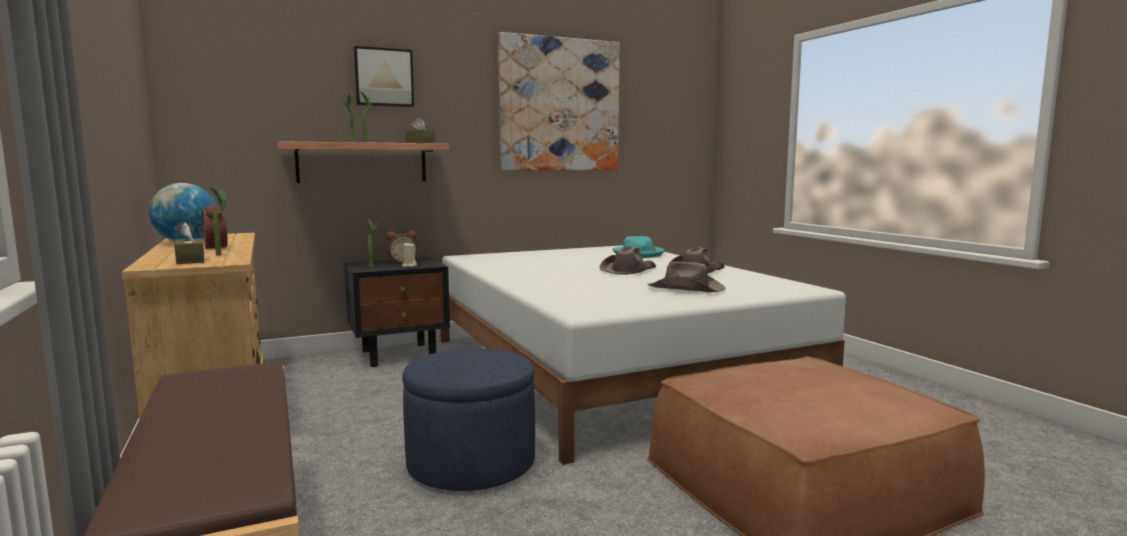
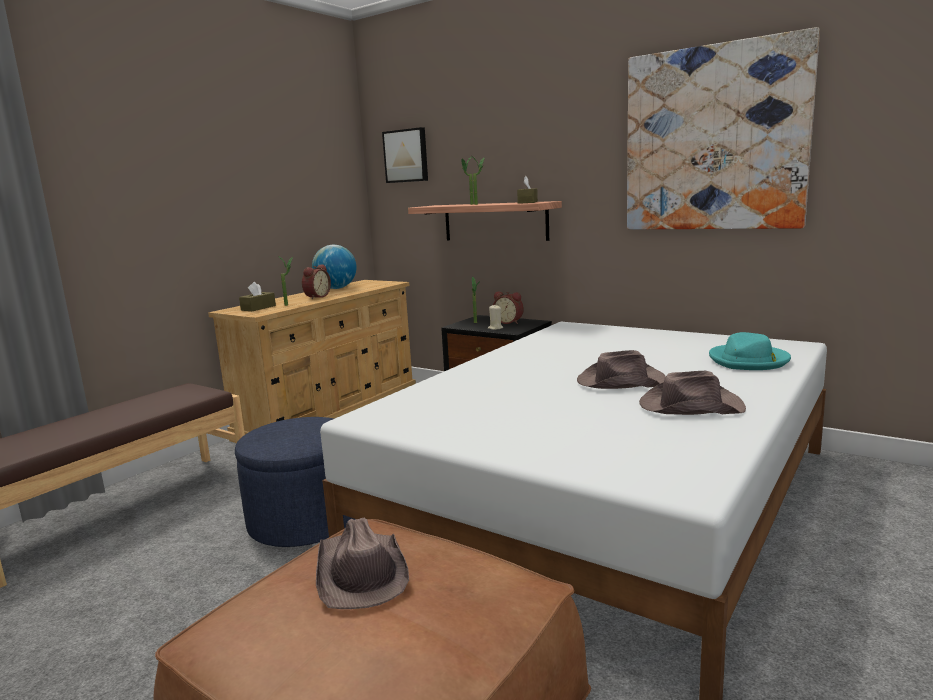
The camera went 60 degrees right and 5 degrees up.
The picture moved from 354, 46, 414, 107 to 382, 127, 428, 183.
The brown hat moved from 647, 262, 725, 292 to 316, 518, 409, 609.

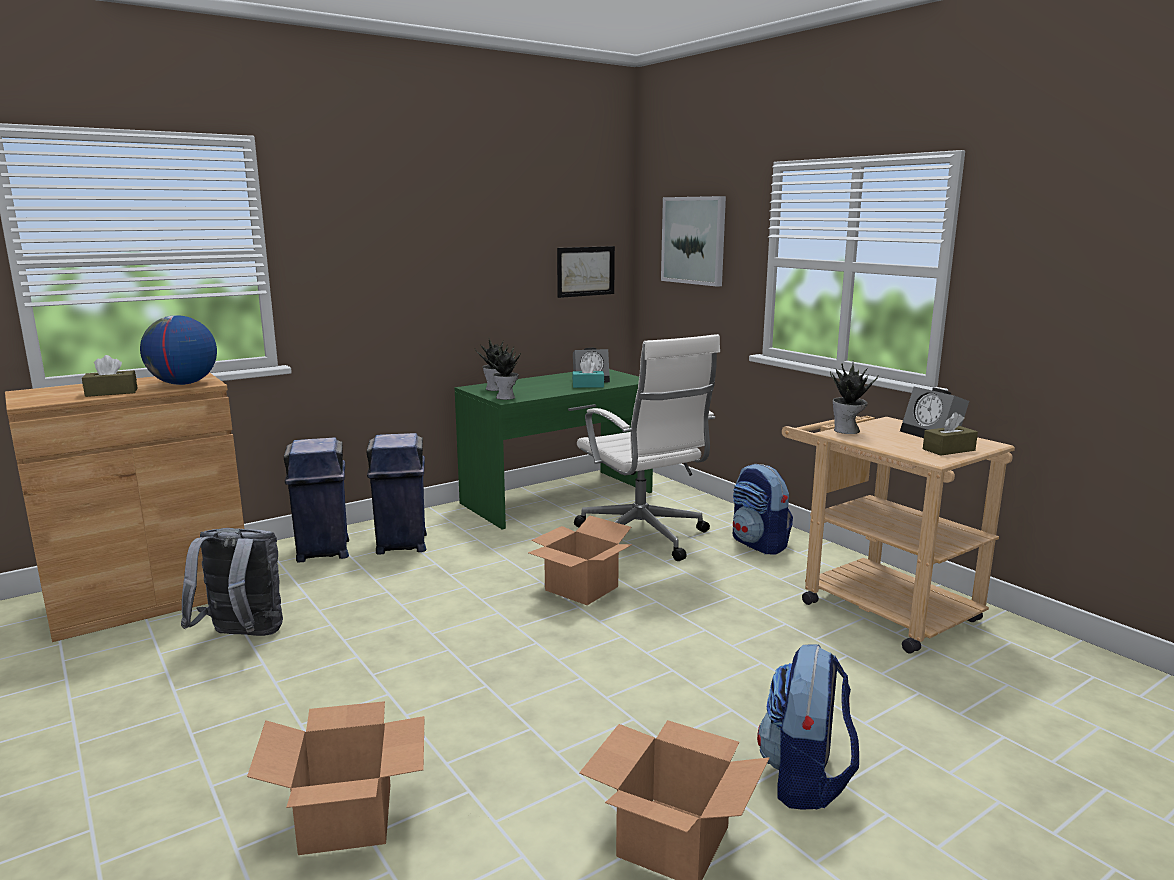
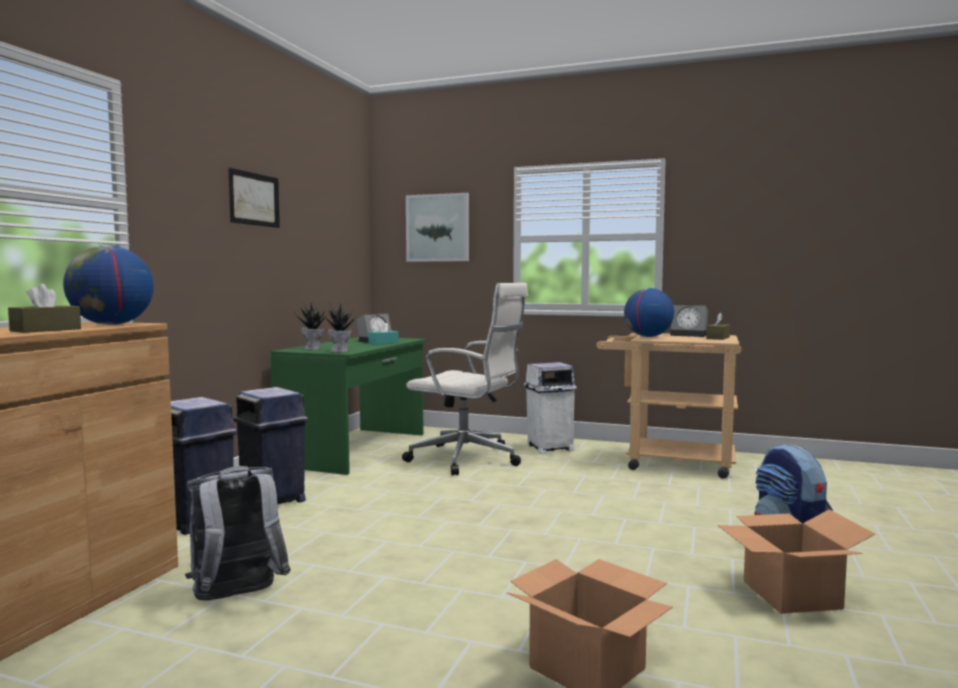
The camera went 35 degrees left and 10 degrees down.
The picture moved from 557, 246, 615, 298 to 228, 168, 280, 228.
The potted plant at 830, 362, 878, 434 was replaced by the globe at 624, 288, 674, 337.
The backpack at 733, 464, 793, 555 was replaced by the white trash can at 524, 362, 577, 454.
The cardboard box at 528, 515, 633, 605 disappeared.

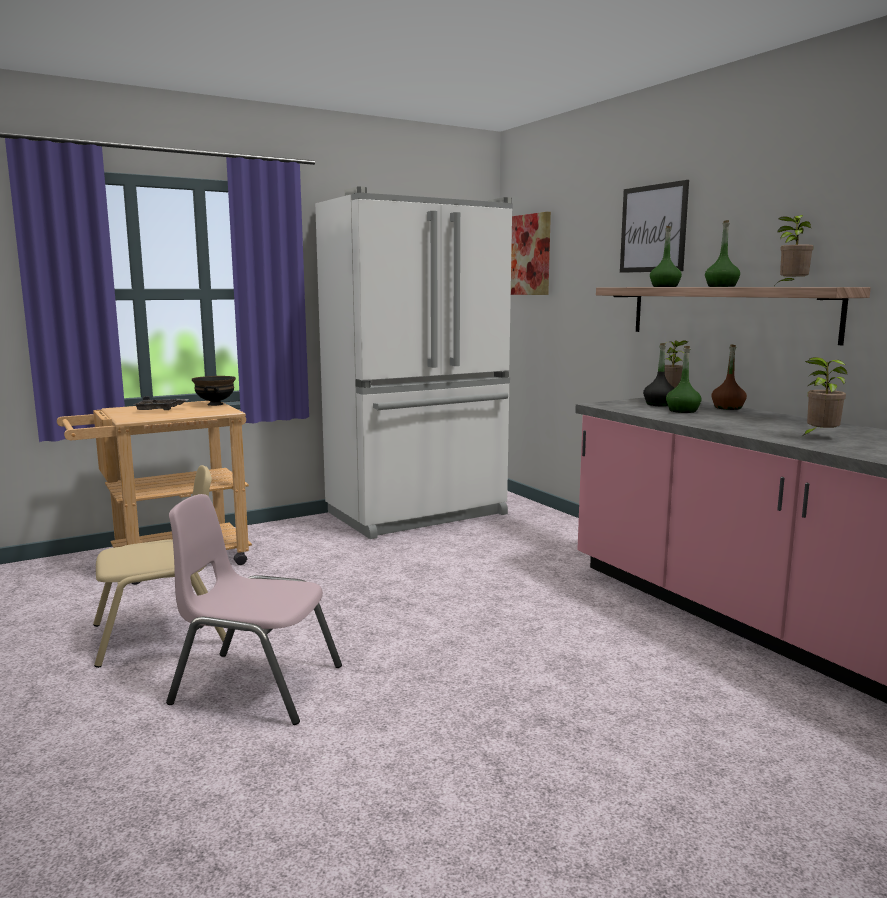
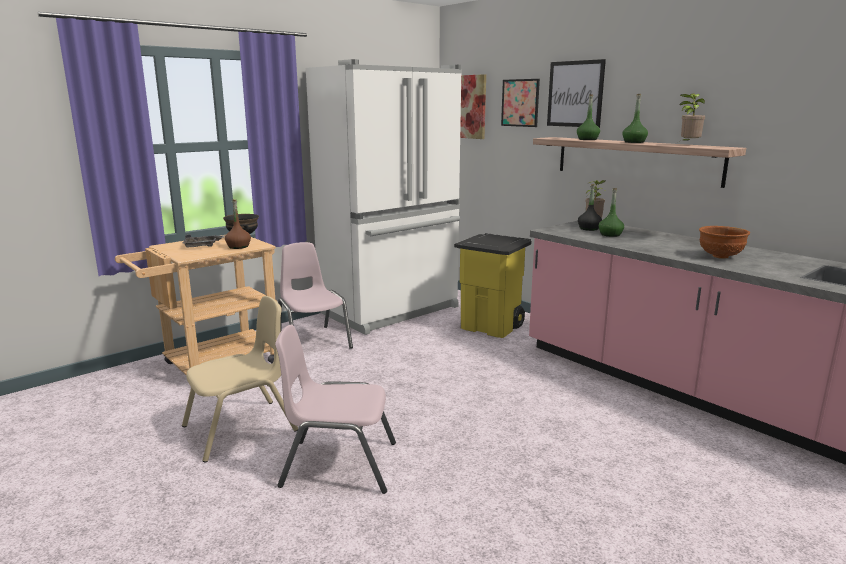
The camera went 10 degrees left and 5 degrees up.
The brown bottle moved from 711, 344, 747, 410 to 225, 199, 251, 249.
The potted plant at 803, 357, 847, 436 was replaced by the brown bowl at 699, 226, 750, 259.
The picture at 501, 79, 540, 127 appeared.
The yellow trash can at 454, 233, 531, 338 appeared.
The pink chair at 278, 242, 353, 349 appeared.

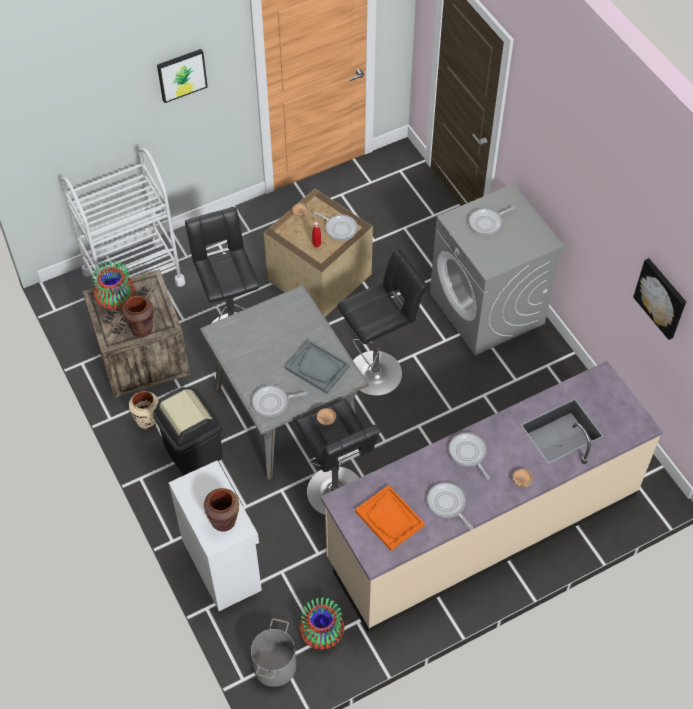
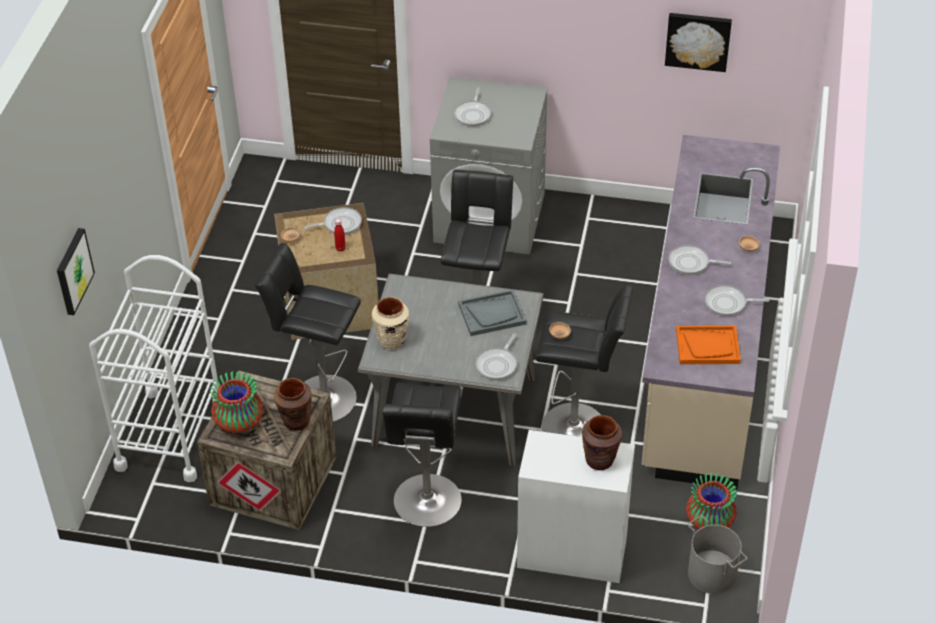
The camera went 50 degrees left and 10 degrees down.
The picture moved from 157, 49, 208, 103 to 57, 228, 95, 315.
The black trash can at 153, 387, 223, 475 was replaced by the black stool at 382, 383, 461, 527.
The beige vase moved from 129, 391, 159, 429 to 371, 297, 409, 350.

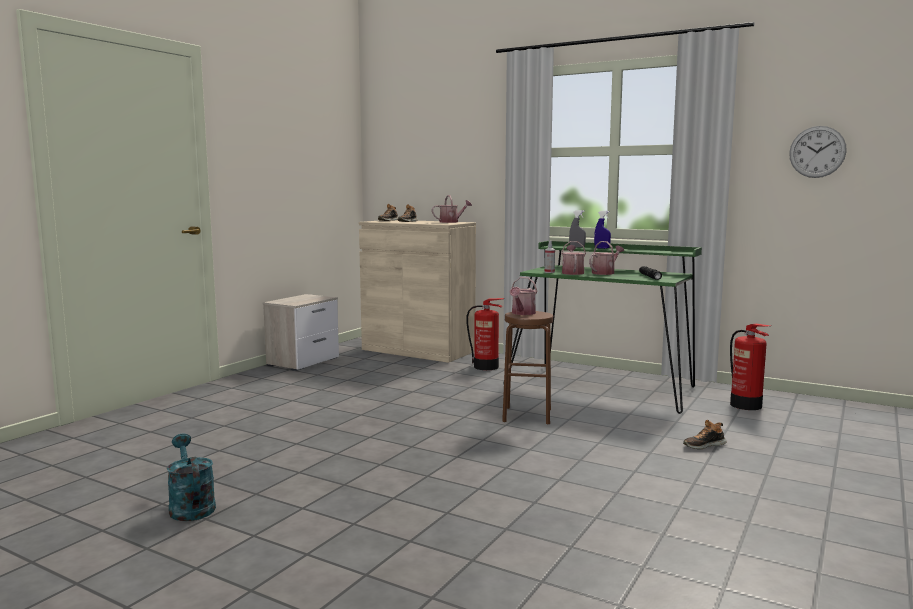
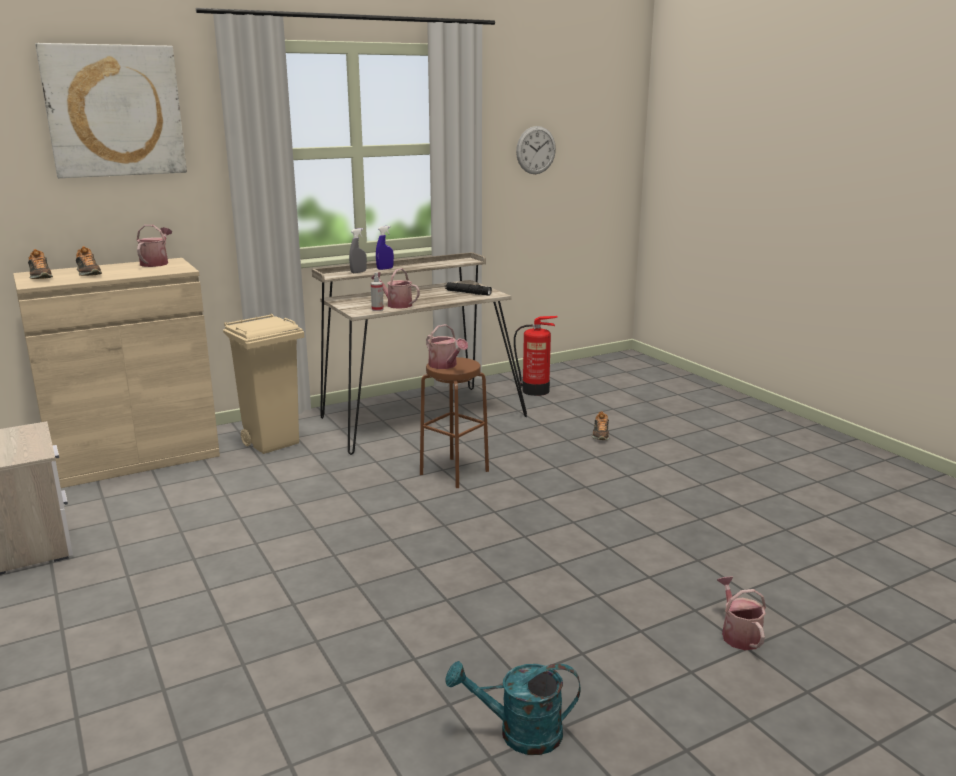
The camera went 60 degrees left and 10 degrees up.
The green desk at 511, 241, 702, 414 became the beige desk at 312, 252, 527, 455.
The watering can moved from 589, 241, 624, 275 to 717, 577, 766, 650.
The fire extinguisher at 467, 298, 504, 370 was replaced by the beige trash can at 223, 314, 304, 454.
The picture at 35, 43, 187, 178 appeared.

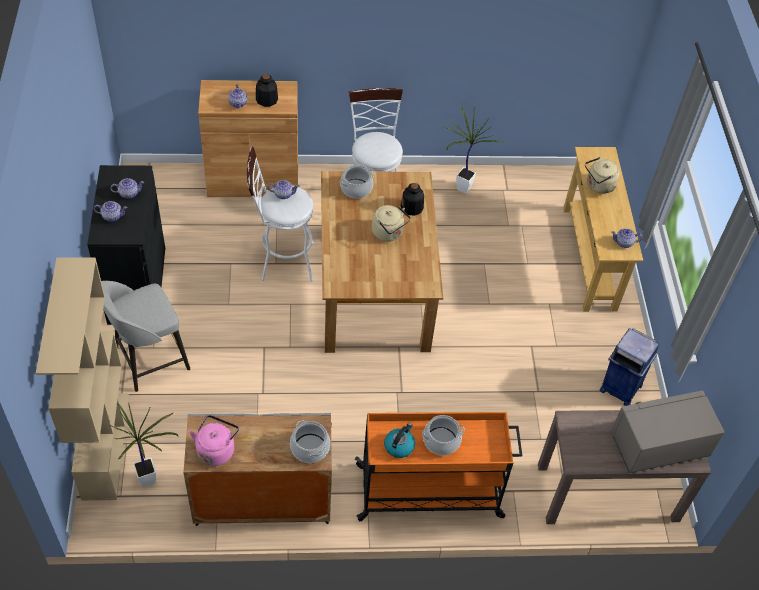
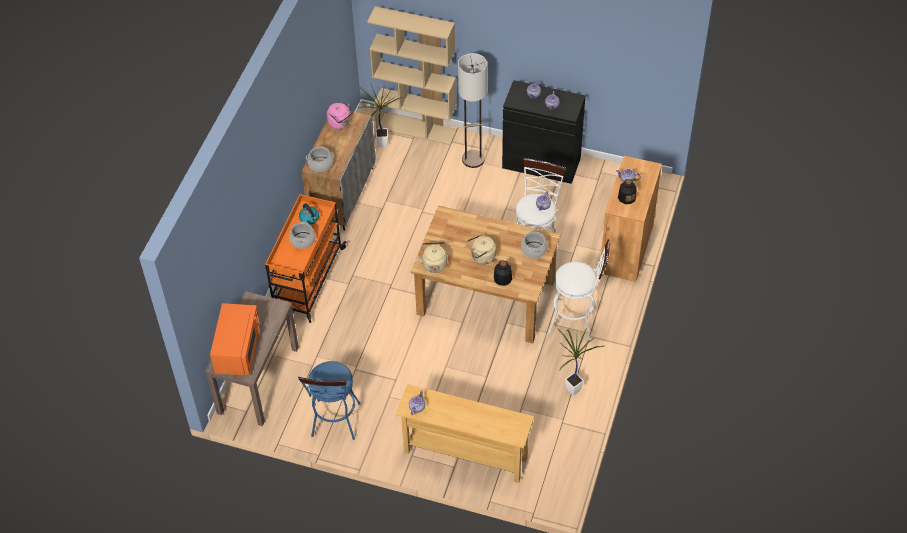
The camera went 115 degrees right and 0 degrees up.
The beige kettle moved from 585, 157, 619, 194 to 417, 242, 447, 273.
The grey stool at 101, 281, 190, 392 was replaced by the floor lamp at 458, 53, 487, 168.
The blue trash can at 600, 328, 659, 406 was replaced by the blue stool at 298, 361, 361, 440.
The grey microwave at 611, 391, 725, 473 became the orange microwave at 210, 303, 260, 375.

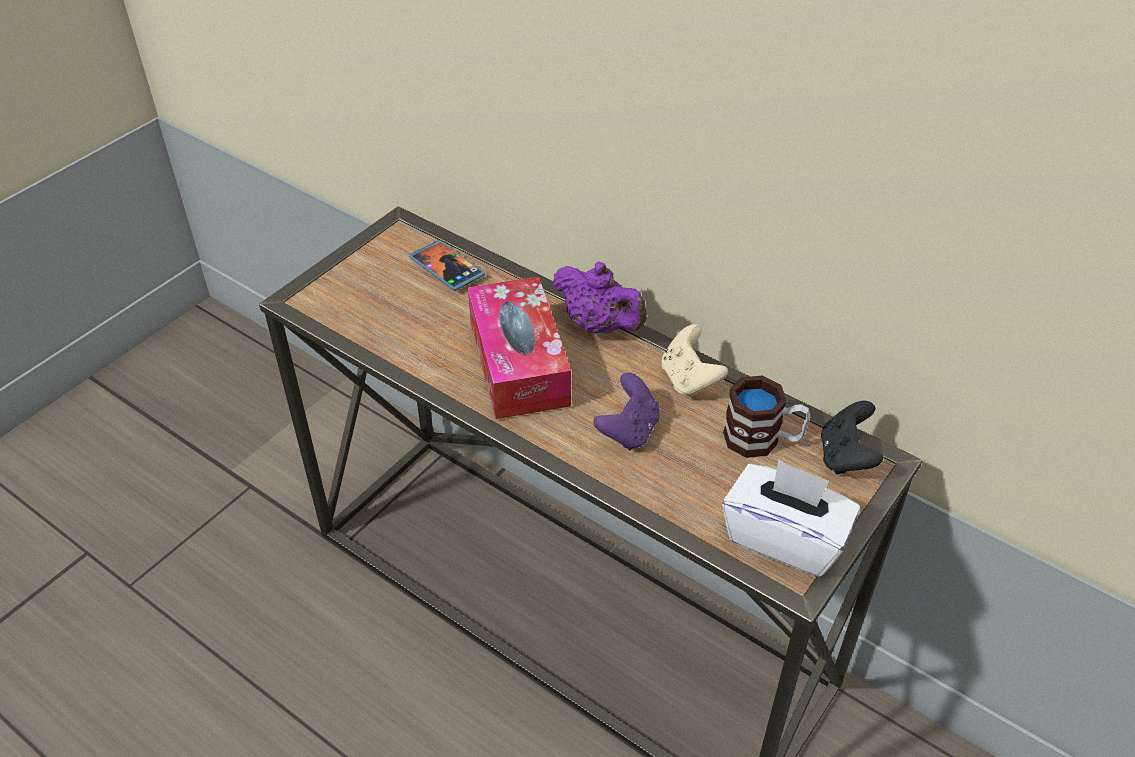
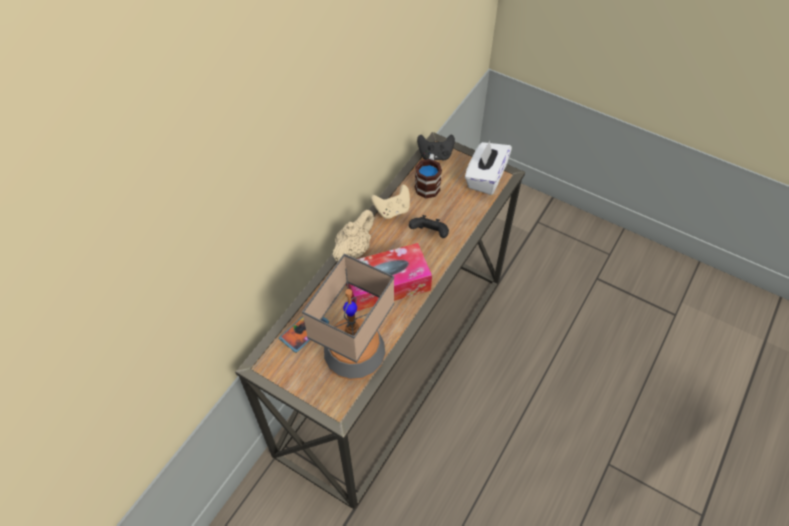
The camera went 95 degrees left and 10 degrees up.
The purple teapot at 552, 262, 647, 333 became the beige teapot at 333, 210, 374, 261.
The purple game controller at 593, 373, 660, 450 became the black game controller at 409, 215, 449, 238.
The table lamp at 302, 254, 394, 380 appeared.

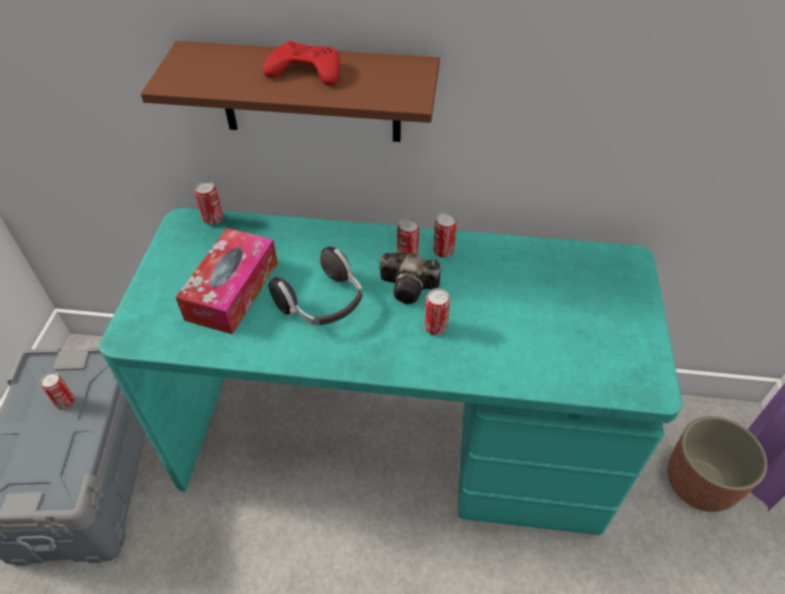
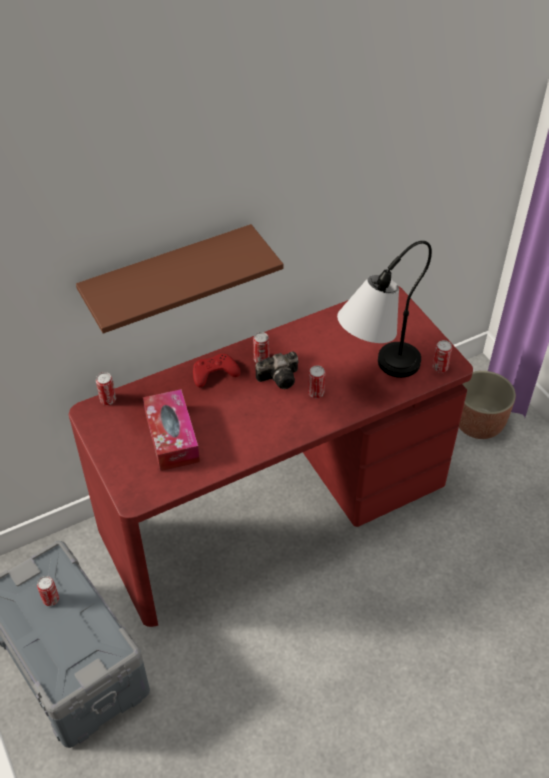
The camera went 35 degrees left and 0 degrees up.
The red game controller moved from 263, 41, 340, 85 to 193, 354, 240, 387.
The turquoise desk at 98, 208, 683, 535 became the red desk at 69, 286, 473, 627.
The can moved from 433, 213, 457, 258 to 433, 340, 452, 373.
The headphones at 269, 247, 362, 326 disappeared.
The table lamp at 337, 241, 432, 378 appeared.

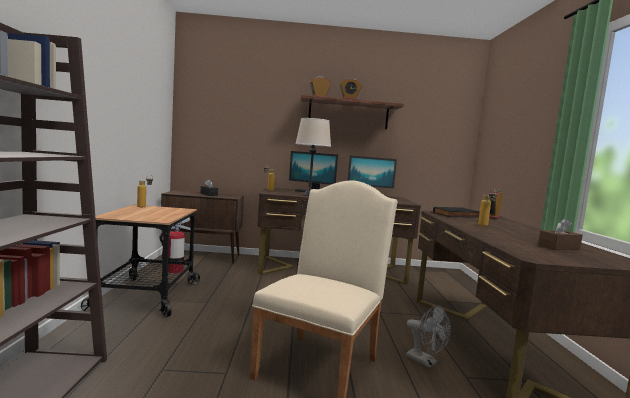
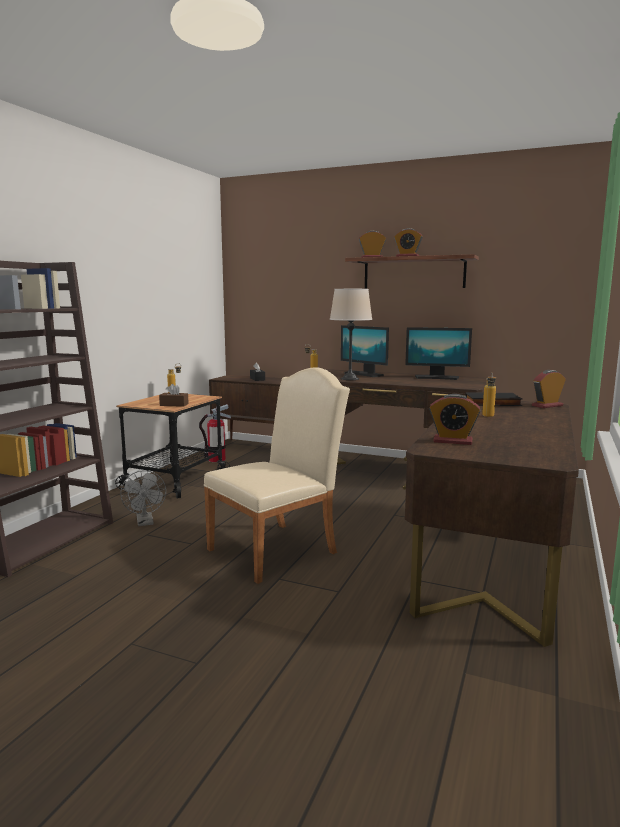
The camera went 25 degrees right and 5 degrees up.
The brown tissue box moved from 538, 218, 583, 250 to 159, 384, 189, 407.
The grey fan moved from 406, 305, 451, 368 to 120, 470, 166, 526.
The alarm clock at 429, 394, 480, 445 appeared.

